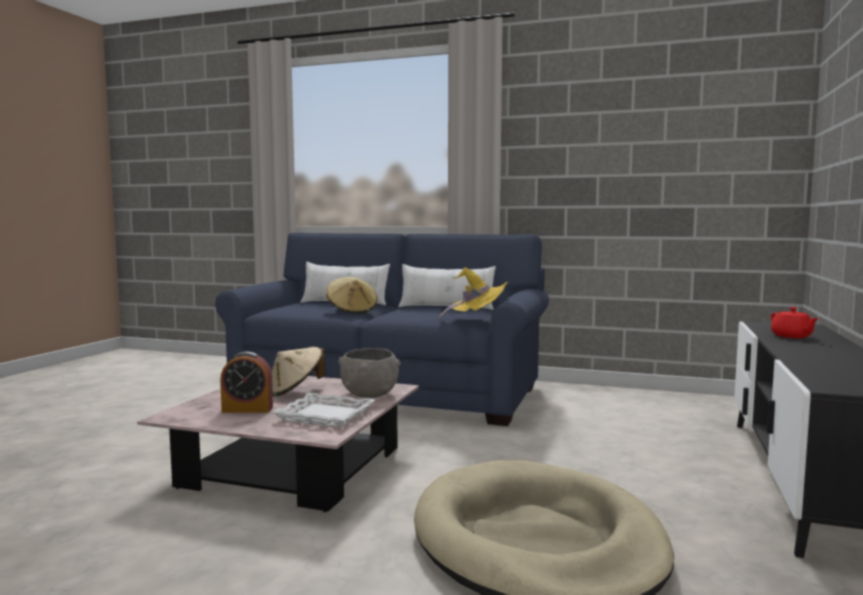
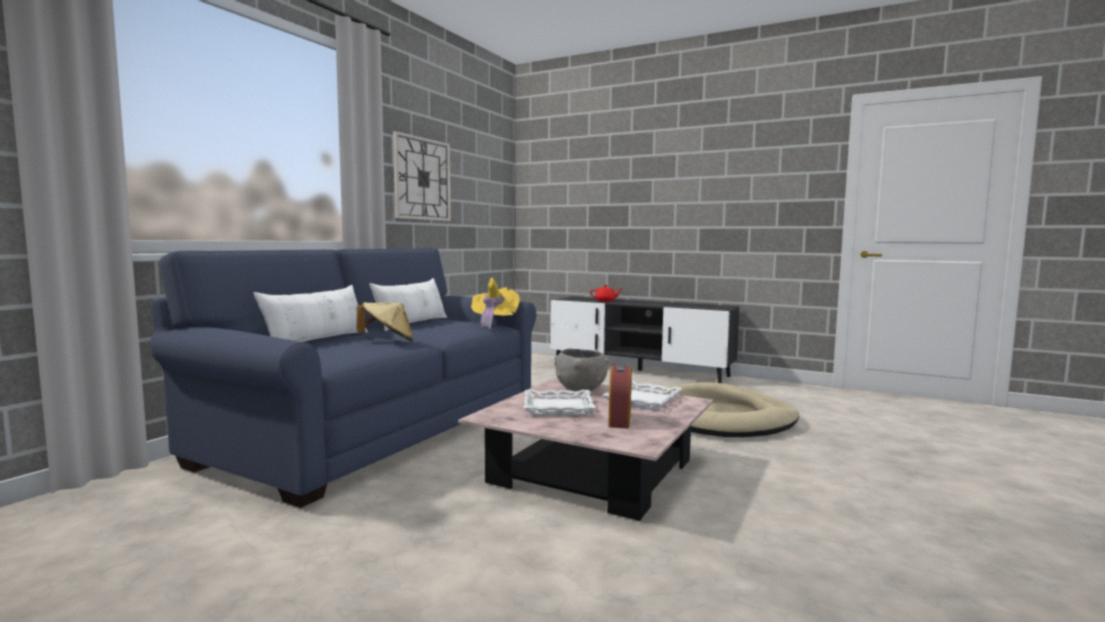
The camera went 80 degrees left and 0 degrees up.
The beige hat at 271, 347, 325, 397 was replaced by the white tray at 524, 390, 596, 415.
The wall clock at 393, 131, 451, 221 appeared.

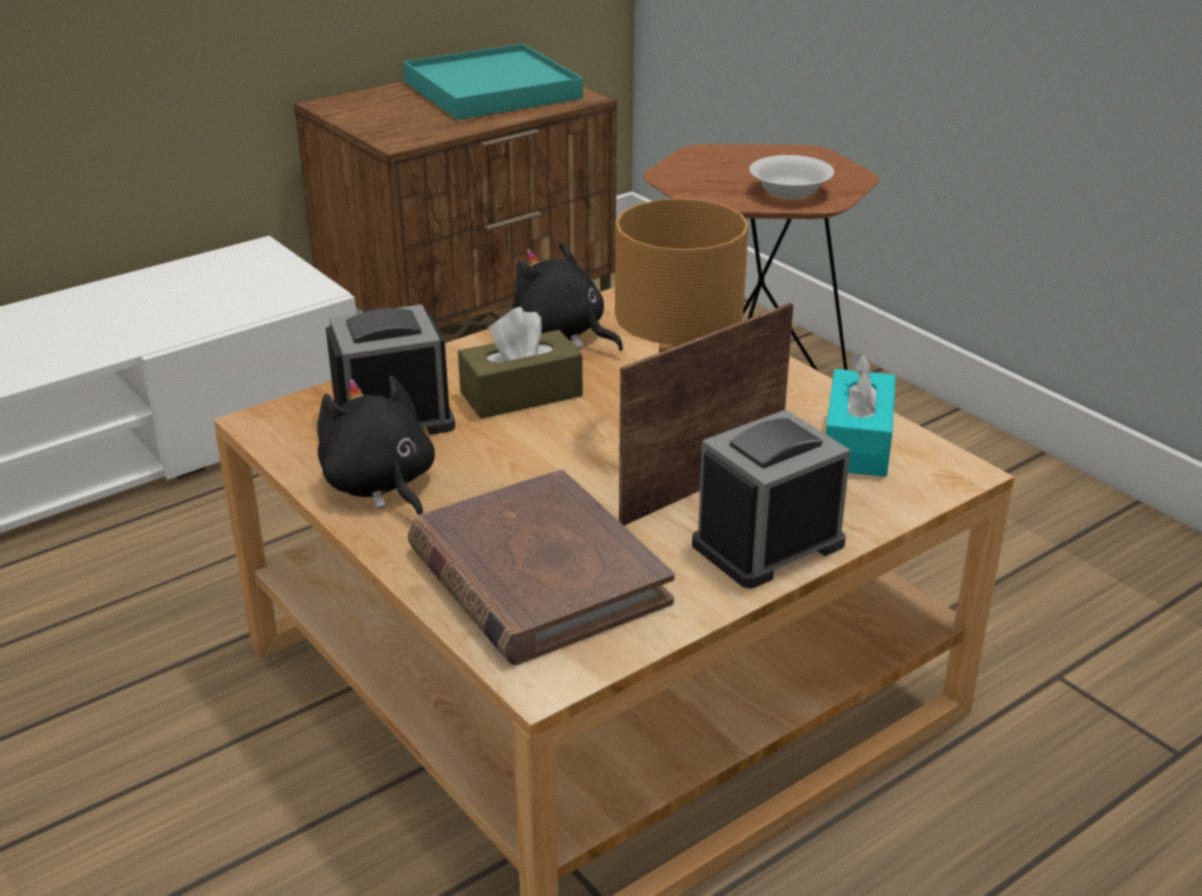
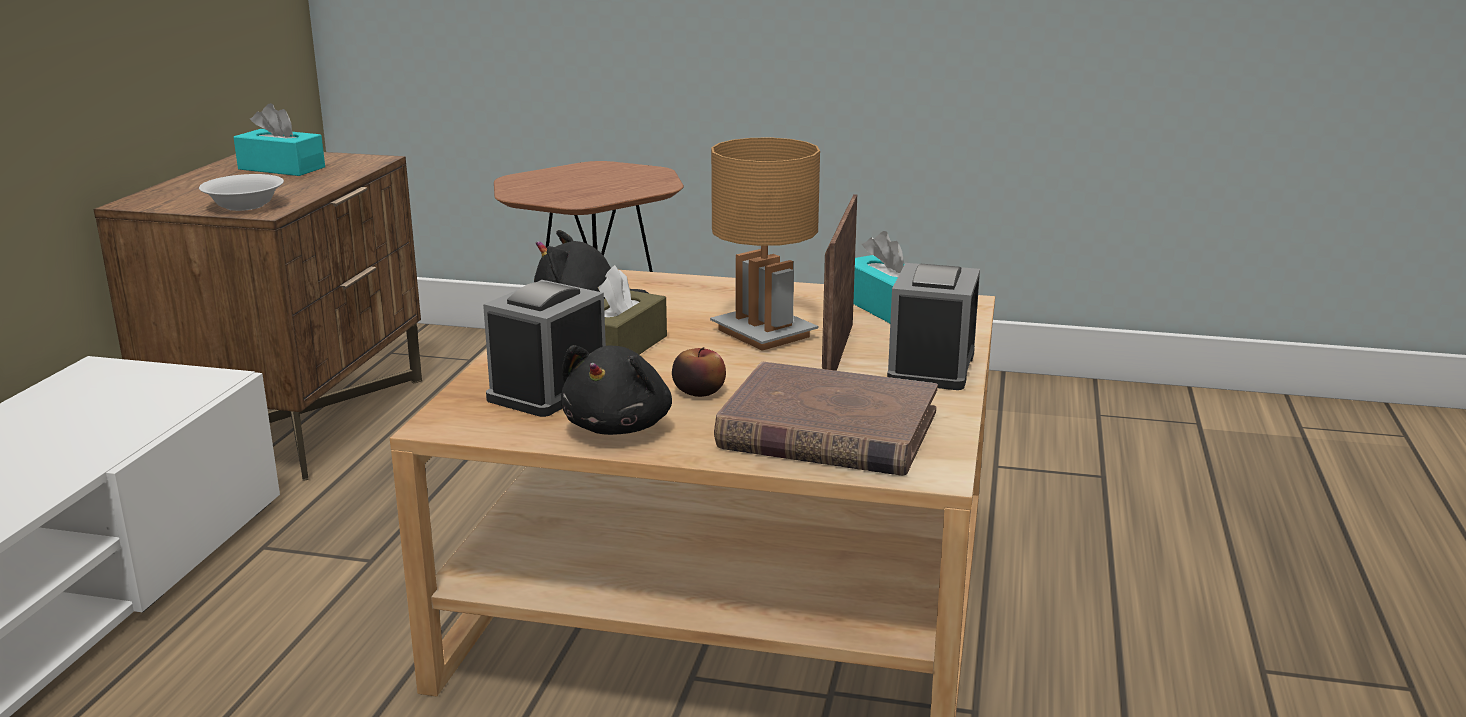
The camera went 40 degrees left and 10 degrees down.
The turquoise tray at 403, 44, 583, 120 was replaced by the turquoise tissue box at 233, 103, 325, 176.
The white bowl moved from 749, 155, 834, 199 to 199, 174, 284, 211.
The black plush toy at 317, 375, 435, 516 turned 90 degrees counterclockwise.
The apple at 672, 347, 726, 397 appeared.

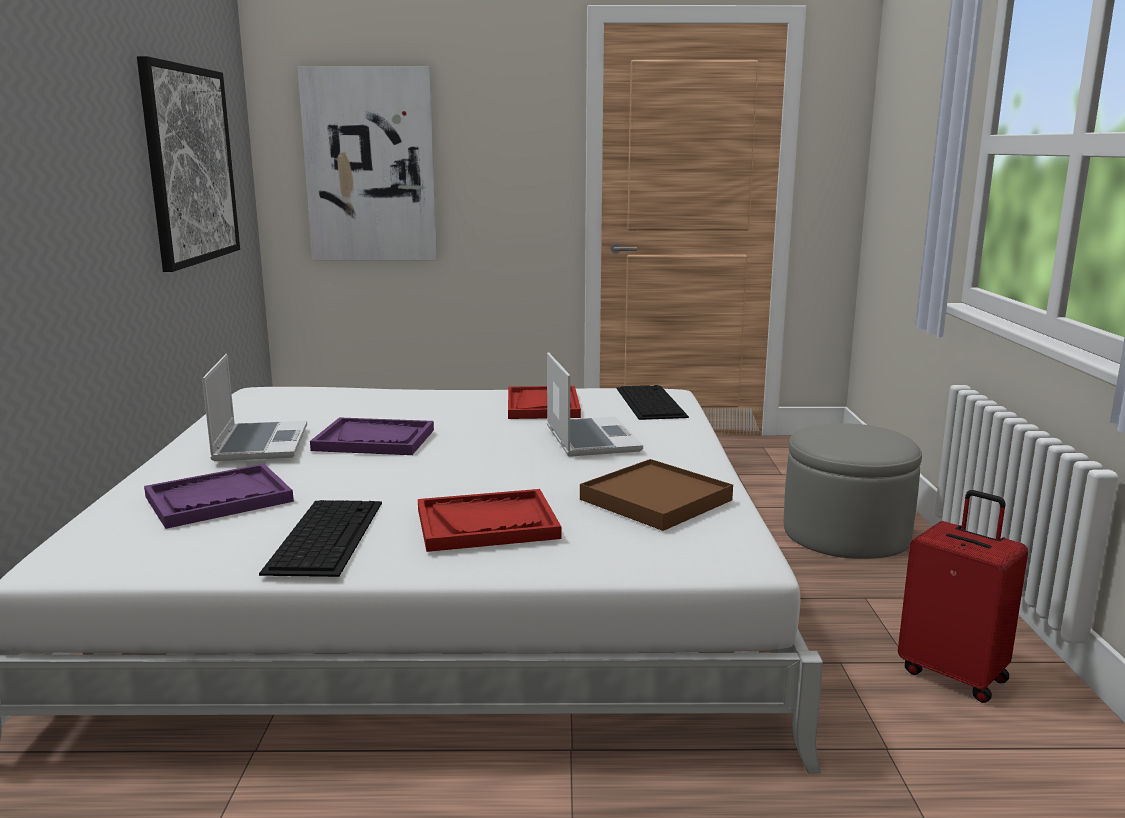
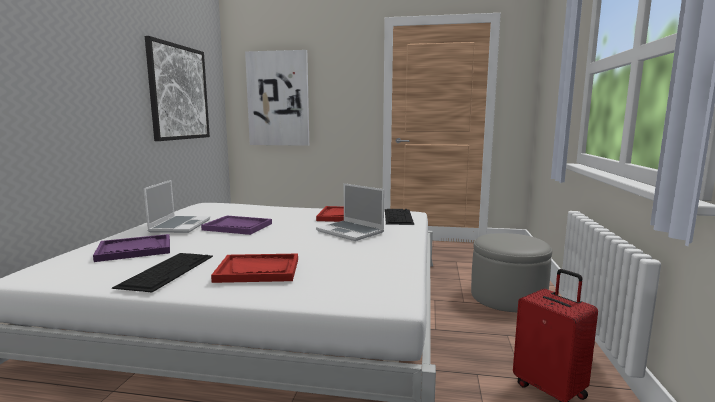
The camera went 10 degrees right and 5 degrees down.
The laptop at 547, 352, 643, 457 turned 135 degrees clockwise.
The brown tray at 580, 459, 733, 531 disappeared.

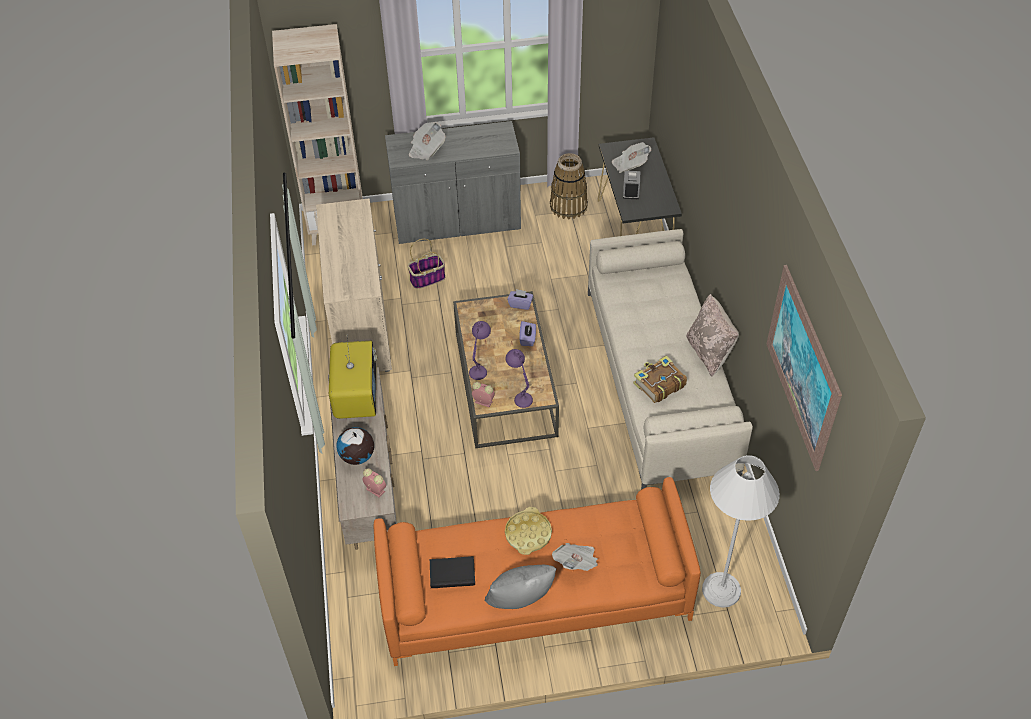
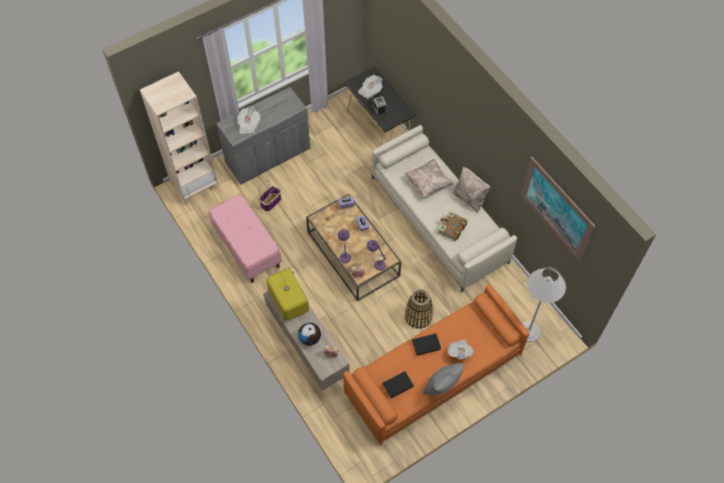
The camera went 25 degrees left and 10 degrees up.
The basket moved from 550, 153, 588, 219 to 405, 289, 433, 329.
The beige cabinet at 316, 198, 392, 372 was replaced by the pink bench at 209, 194, 282, 283.
The yellow tray at 505, 507, 552, 555 was replaced by the black book at 412, 333, 441, 356.
The beige pillow at 405, 159, 453, 199 appeared.

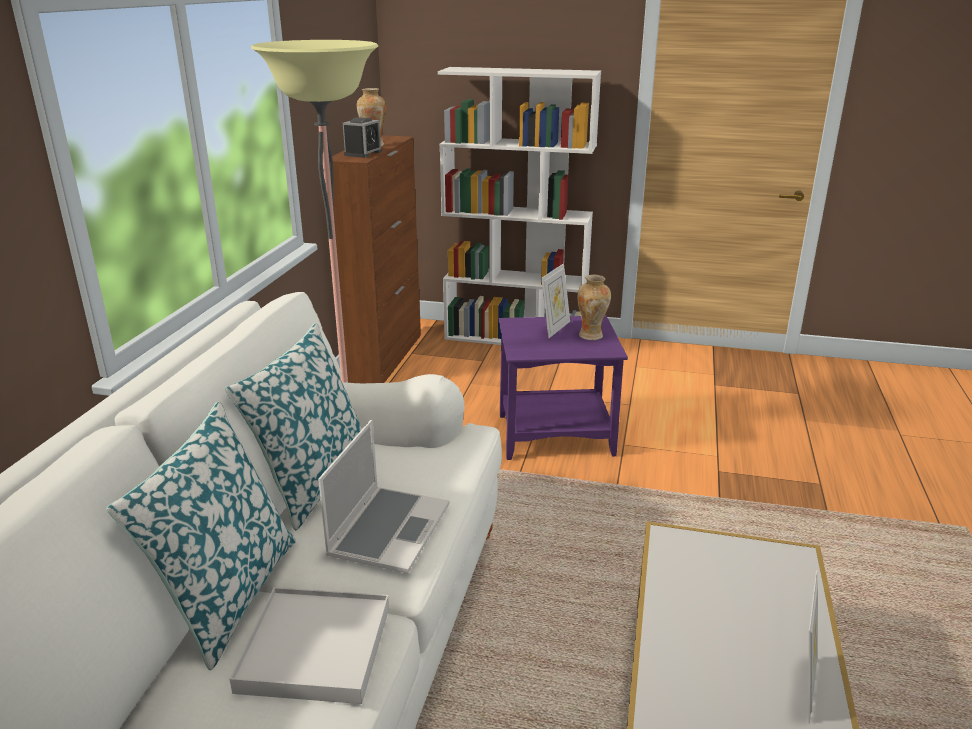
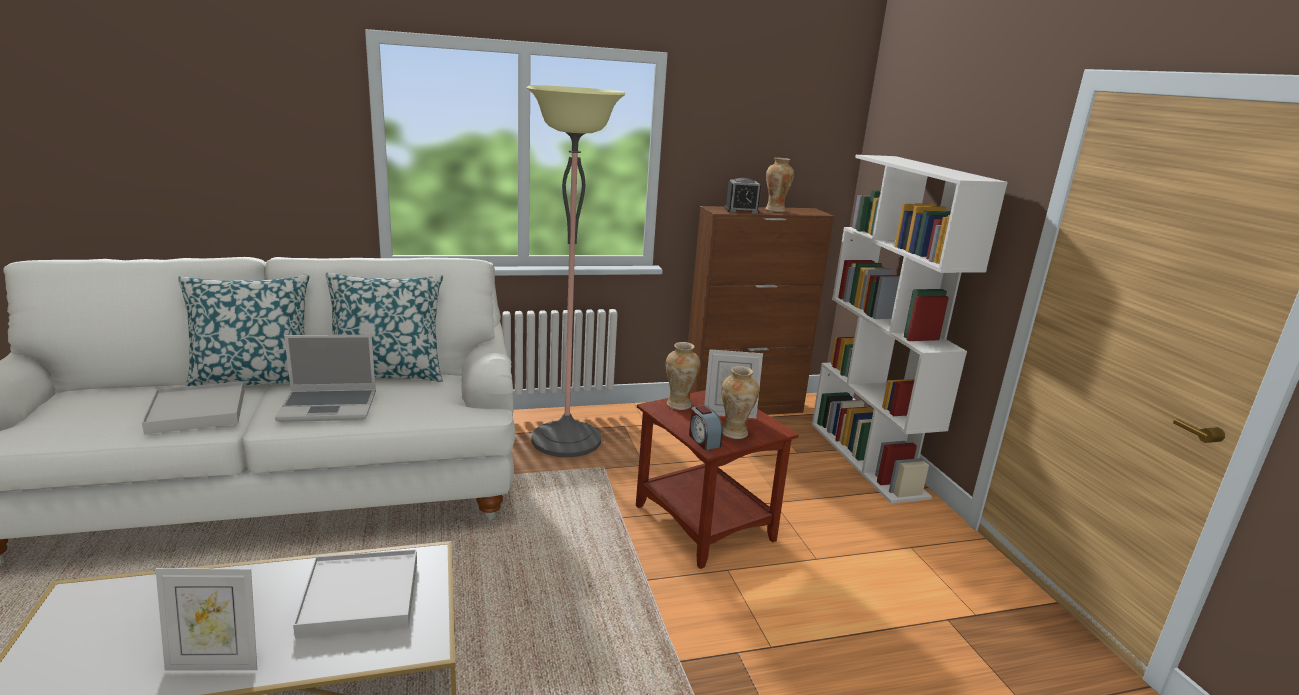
The camera went 60 degrees right and 5 degrees down.
The purple side table at 499, 315, 628, 460 became the brown side table at 636, 390, 799, 569.
The vase at 666, 342, 700, 410 appeared.
The alarm clock at 689, 405, 723, 450 appeared.
The white tray at 293, 549, 417, 638 appeared.

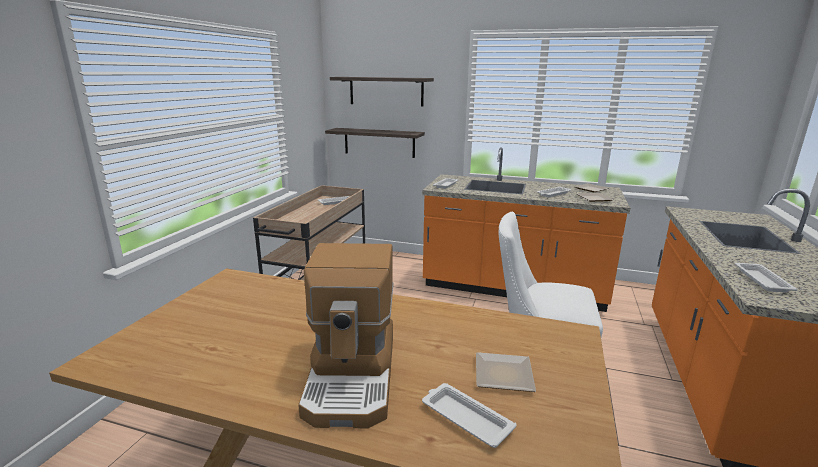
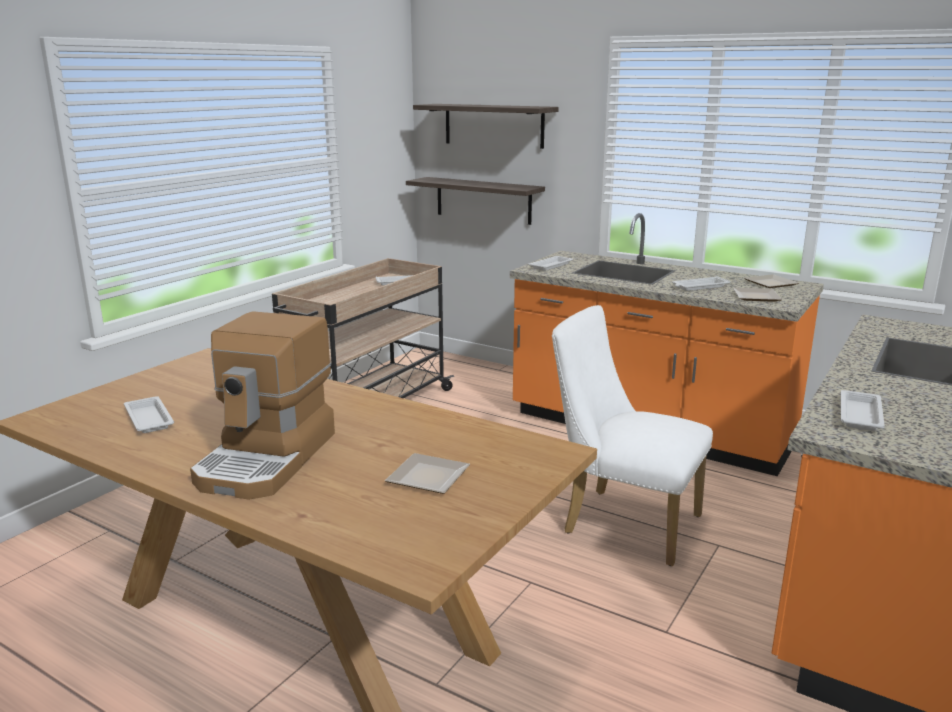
The camera went 15 degrees right and 0 degrees up.
The white tray moved from 422, 383, 516, 448 to 124, 396, 174, 433.

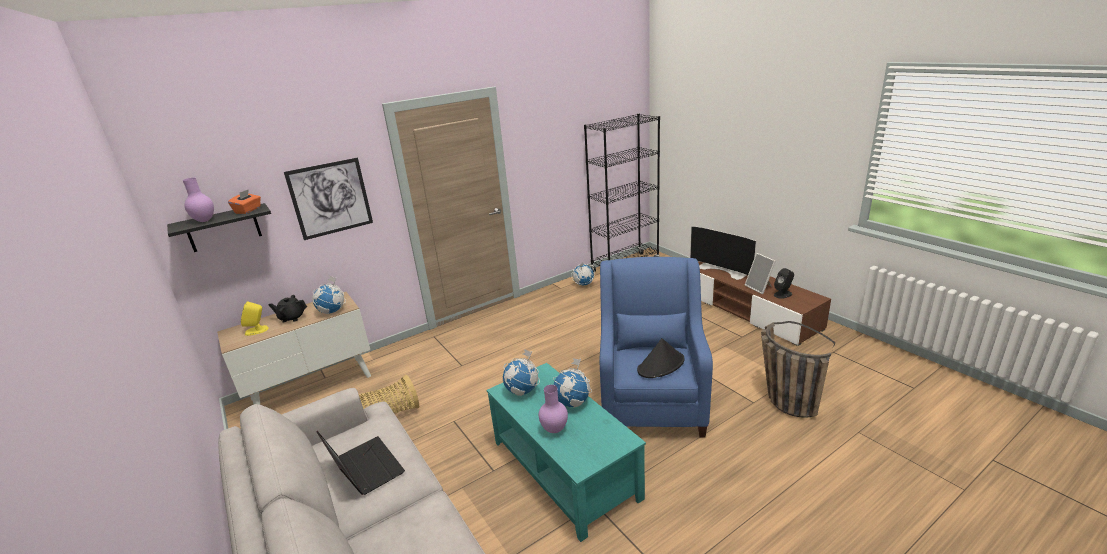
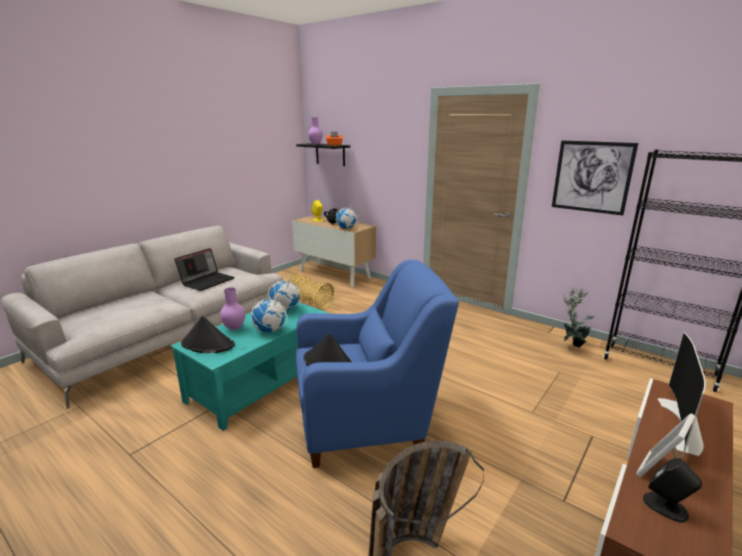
The camera went 70 degrees right and 5 degrees down.
The picture moved from 284, 158, 373, 240 to 552, 140, 638, 215.
The globe at 571, 262, 595, 286 was replaced by the potted plant at 563, 288, 594, 348.
The black hat at 181, 316, 235, 353 appeared.

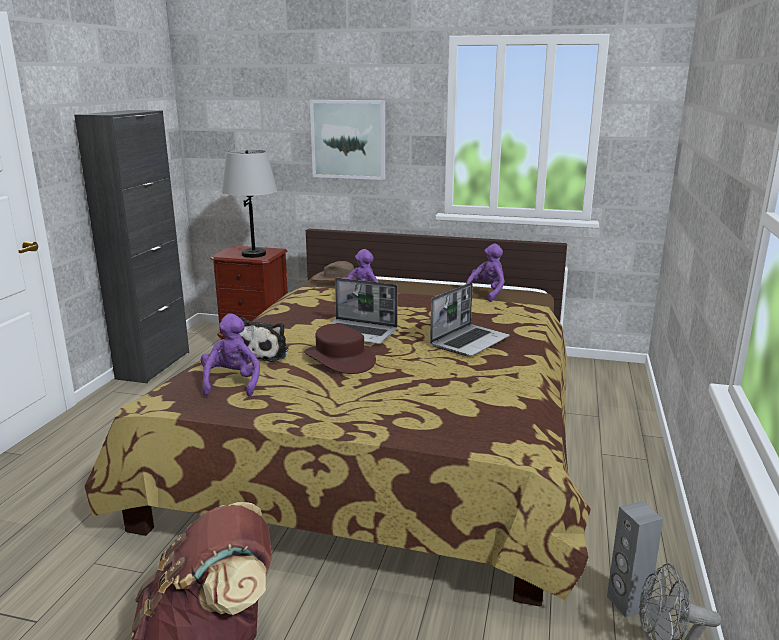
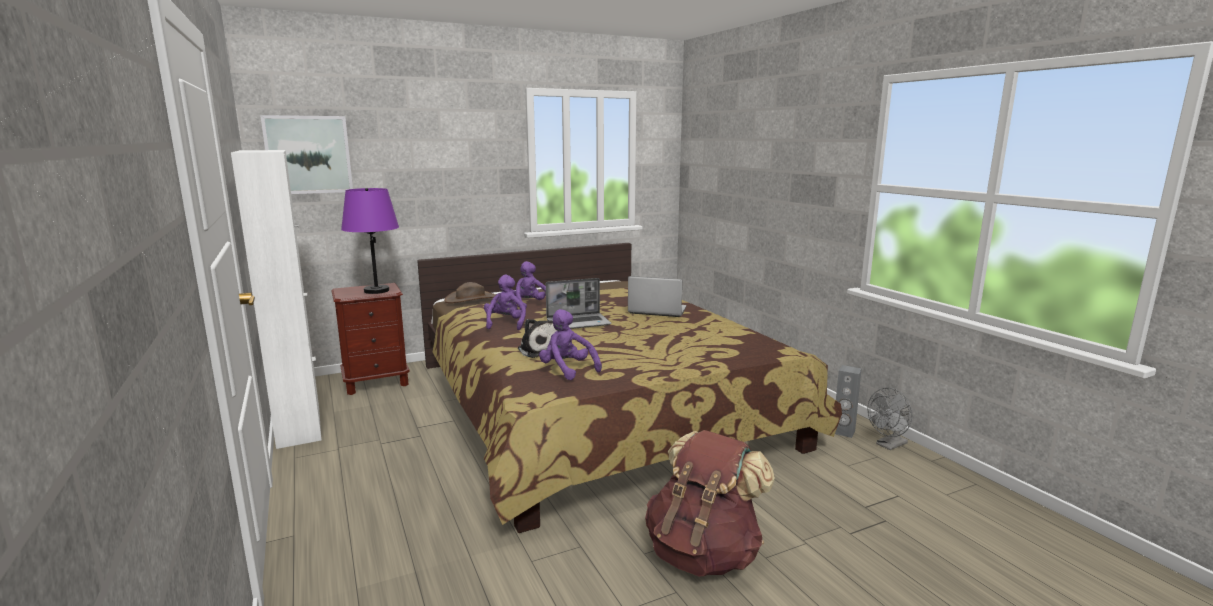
The camera went 40 degrees left and 5 degrees down.
The picture moved from 310, 100, 385, 180 to 260, 115, 353, 194.
The black cabinet at 74, 110, 189, 383 became the white cabinet at 231, 150, 322, 449.
The grey table lamp at 221, 150, 277, 258 became the purple table lamp at 341, 188, 399, 294.
The purple plush toy moved from 466, 244, 505, 302 to 484, 275, 526, 330.
The laptop at 430, 282, 510, 356 turned 75 degrees counterclockwise.
The brown hat at 304, 324, 376, 374 disappeared.

